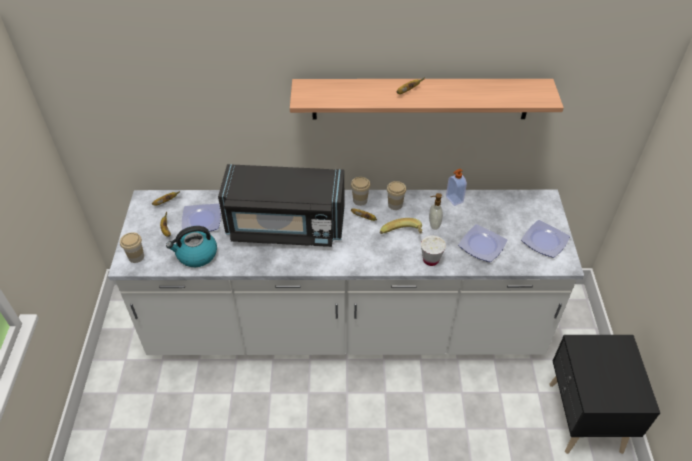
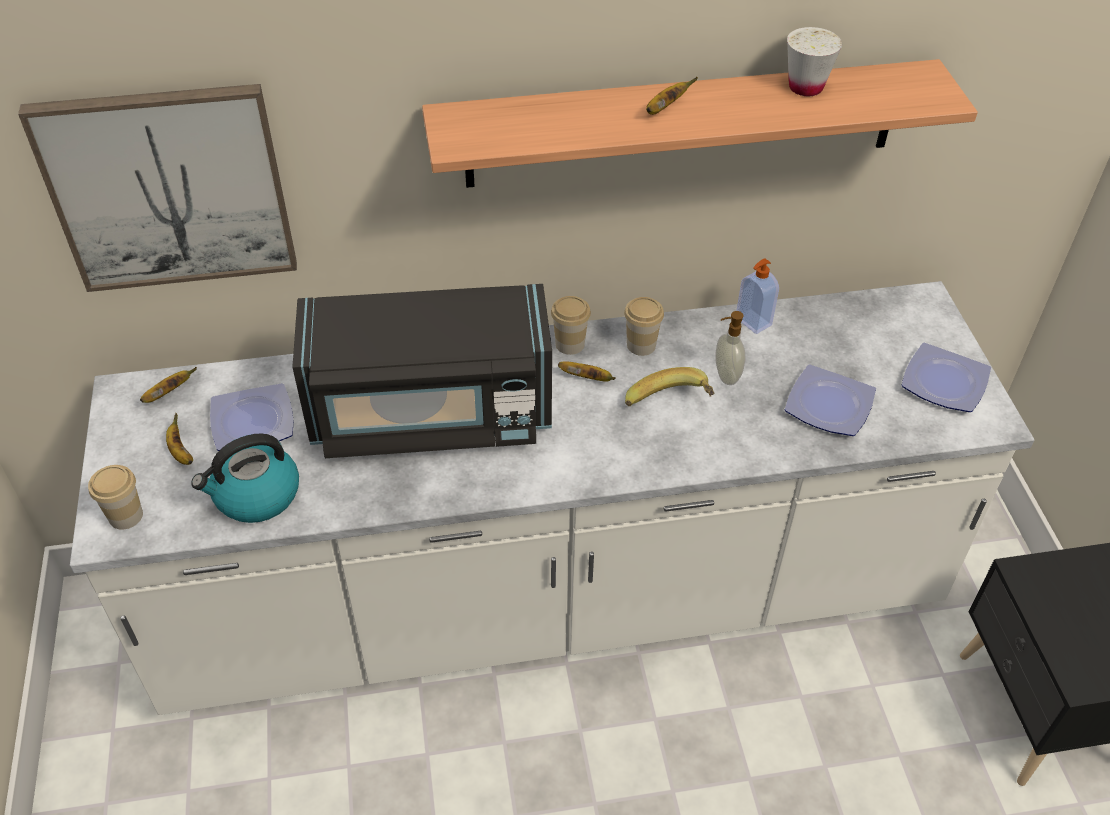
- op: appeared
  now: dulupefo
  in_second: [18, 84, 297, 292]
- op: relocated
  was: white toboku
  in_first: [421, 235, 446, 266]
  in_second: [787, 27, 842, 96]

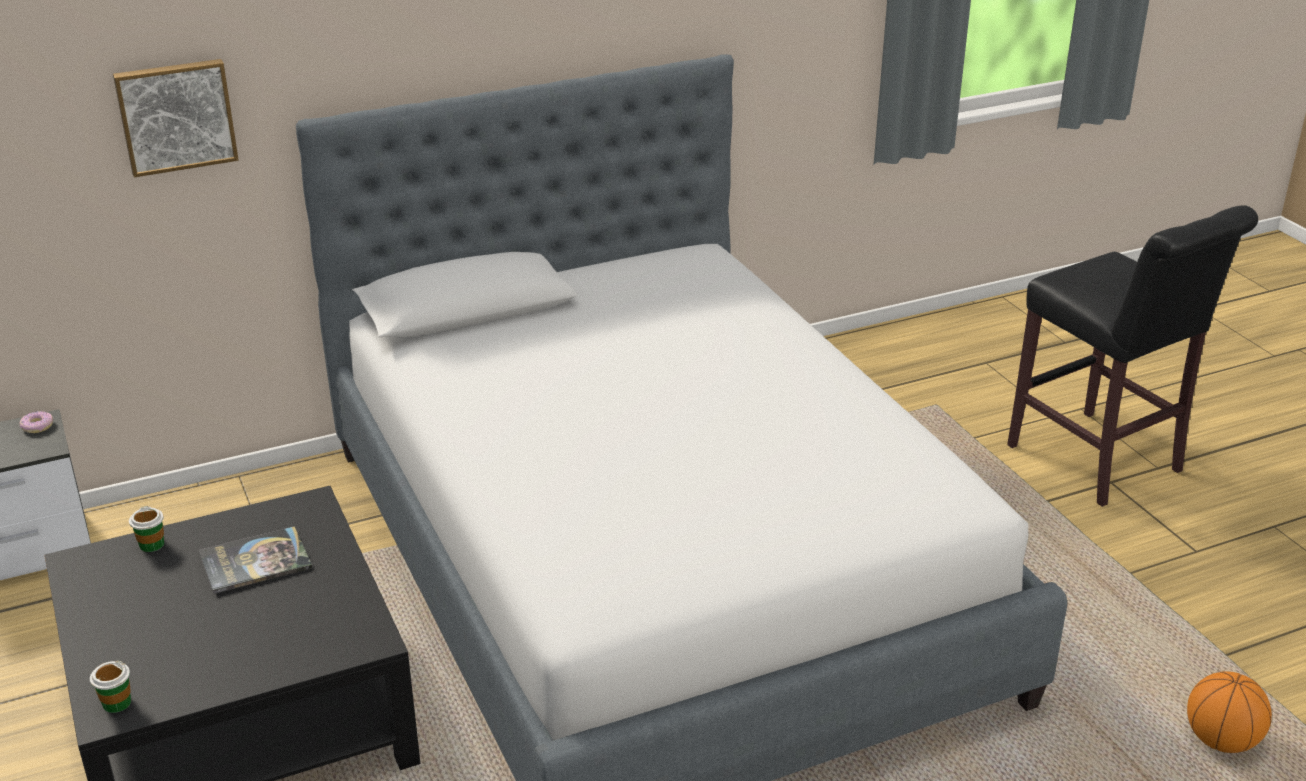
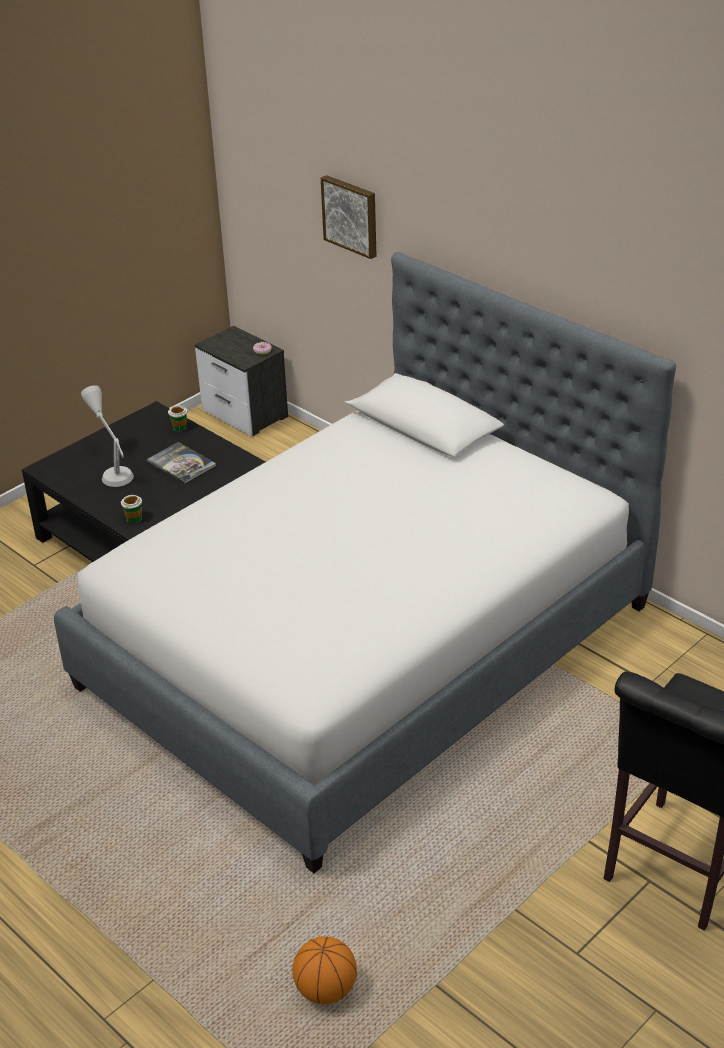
- op: appeared
  now: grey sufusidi
  in_second: [81, 385, 134, 487]
- op: relocated
  was: toboku
  in_first: [90, 661, 131, 713]
  in_second: [121, 495, 142, 523]

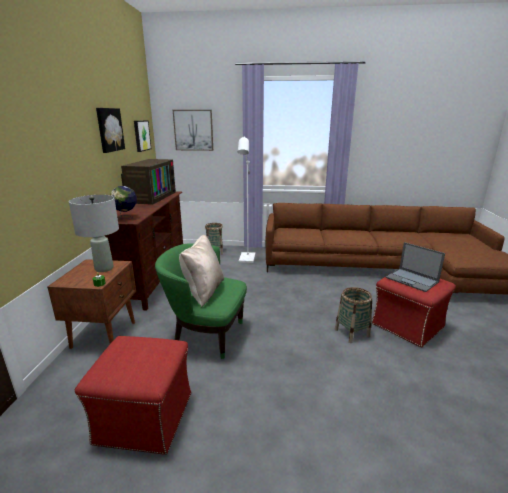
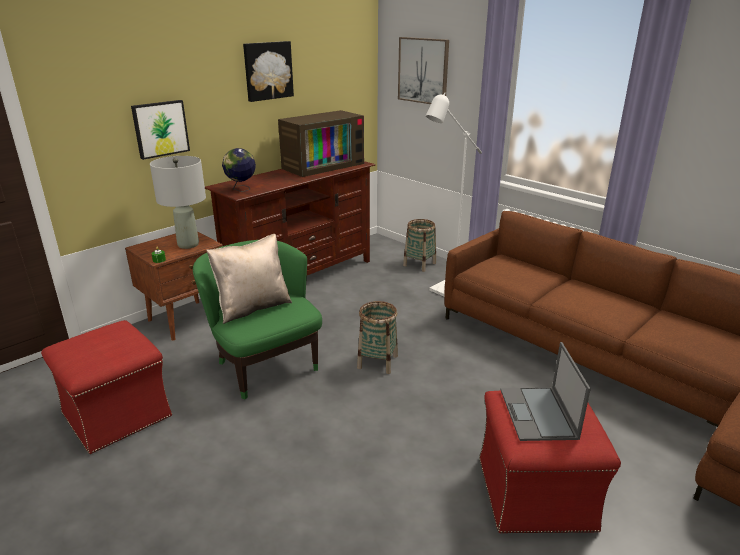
- op: relocated
  was: dulupefo
  in_first: [134, 120, 151, 152]
  in_second: [131, 100, 190, 160]
- op: relocated
  was: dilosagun
  in_first: [335, 287, 372, 343]
  in_second: [357, 301, 398, 374]

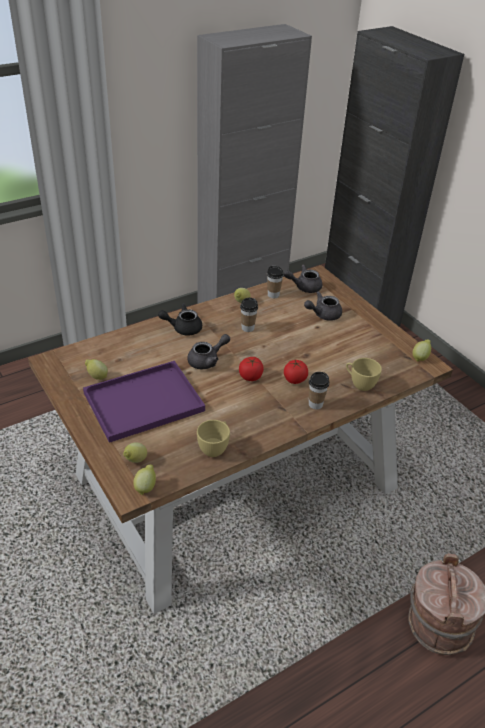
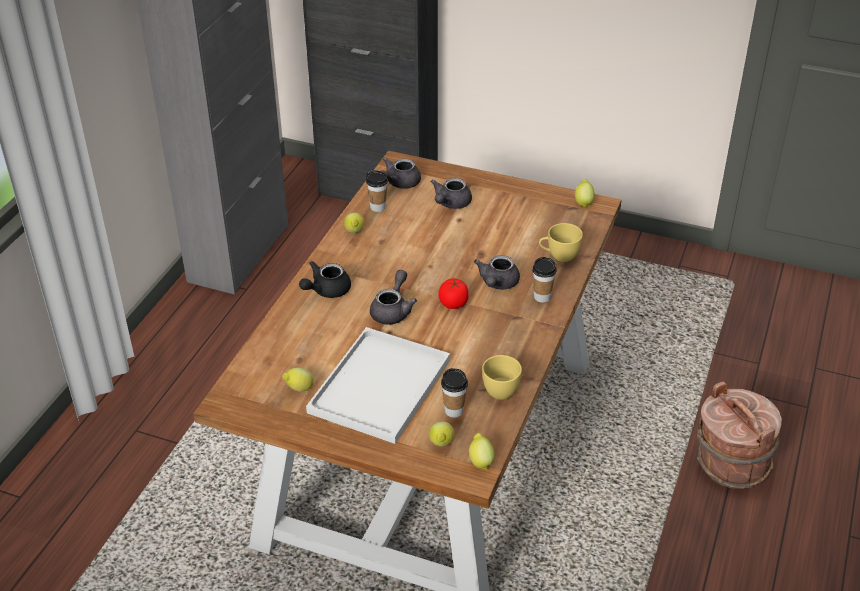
- op: colour
  was: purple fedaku
  now: white fedaku
  in_first: [83, 361, 205, 443]
  in_second: [306, 327, 450, 444]
- op: relocated
  was: toboku
  in_first: [240, 298, 258, 332]
  in_second: [441, 368, 468, 418]
- op: exchanged
  was: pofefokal
  now: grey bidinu
  in_first: [284, 360, 308, 384]
  in_second: [474, 255, 520, 290]

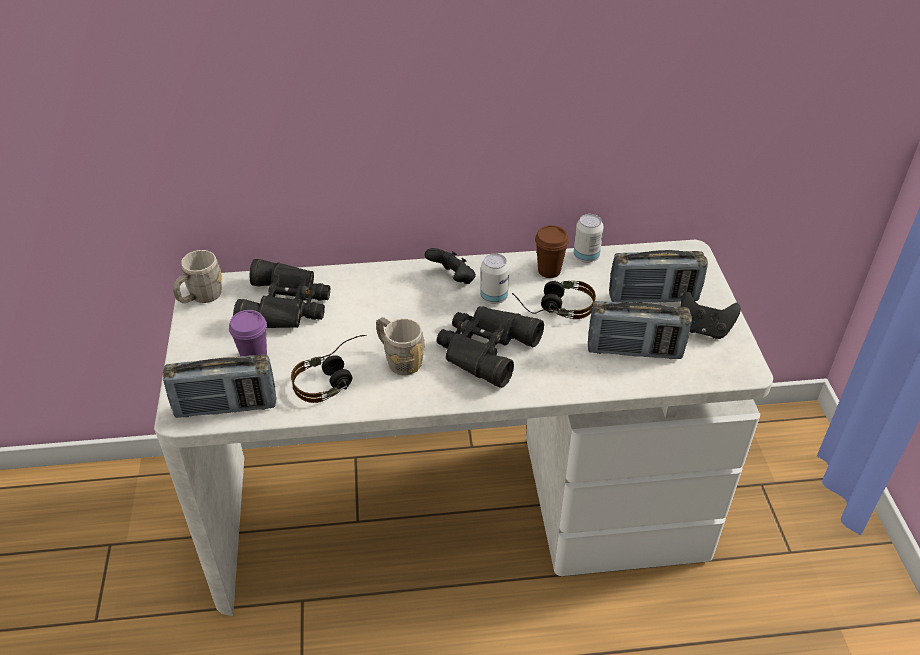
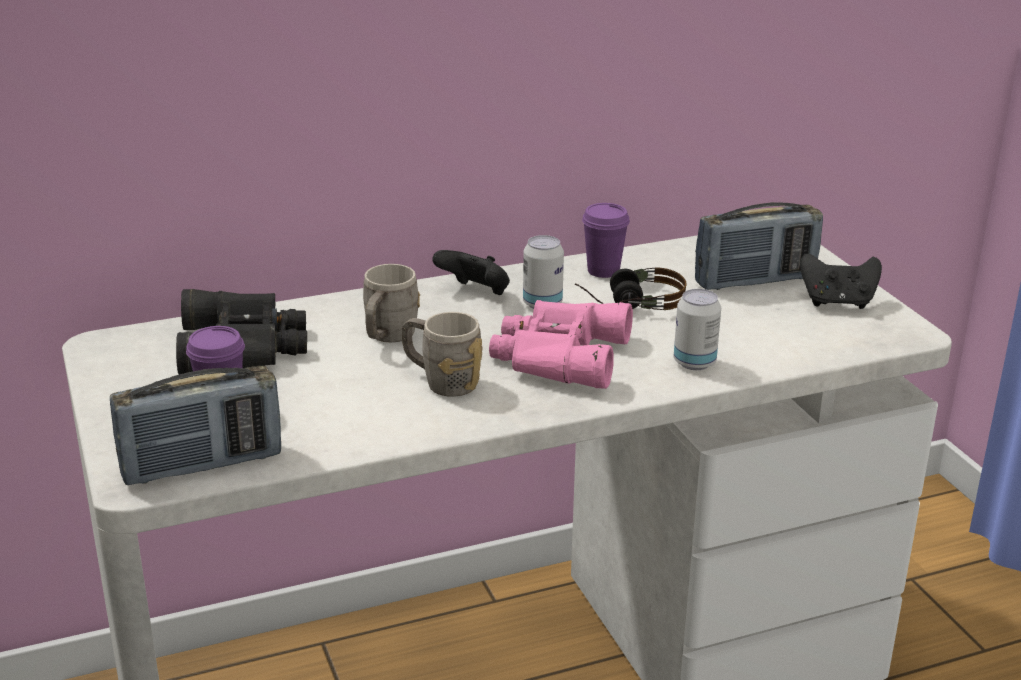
- op: relocated
  was: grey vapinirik
  in_first: [173, 250, 222, 303]
  in_second: [363, 264, 420, 342]
- op: colour
  was: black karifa
  now: pink karifa
  in_first: [437, 306, 544, 388]
  in_second: [489, 300, 633, 389]
- op: colour
  was: brown toboku
  now: purple toboku
  in_first: [535, 225, 569, 278]
  in_second: [582, 203, 630, 278]
- op: relocated
  was: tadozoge
  in_first: [574, 214, 604, 263]
  in_second: [674, 289, 721, 370]
- op: missing
  was: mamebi
  in_first: [291, 335, 367, 403]
- op: missing
  was: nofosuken
  in_first: [588, 301, 692, 359]

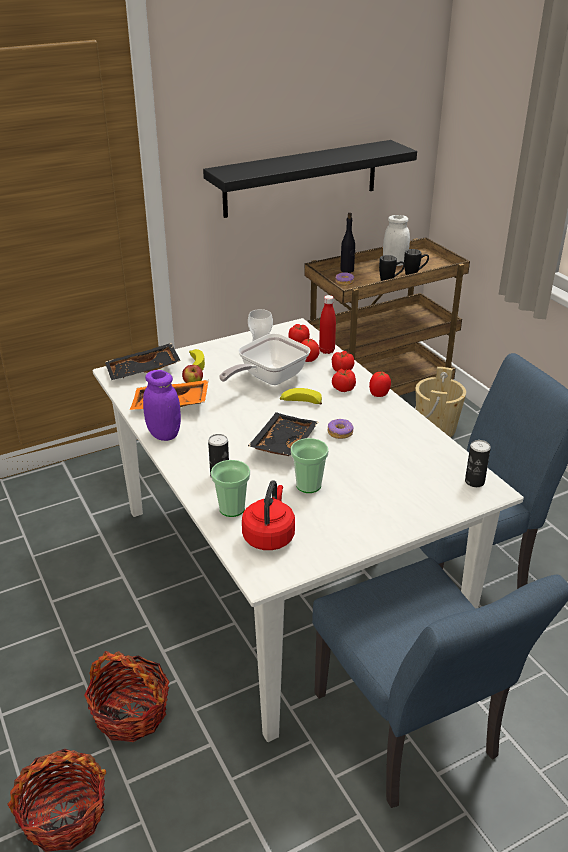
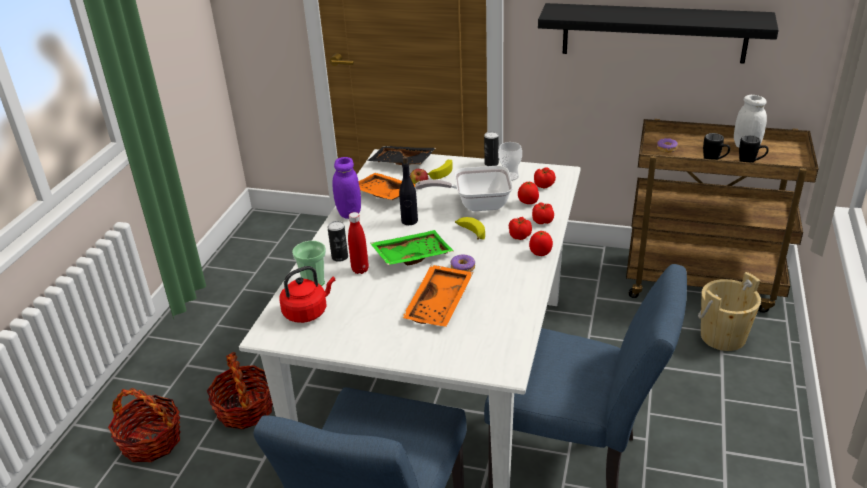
- op: relocated
  was: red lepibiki
  in_first: [319, 295, 336, 354]
  in_second: [348, 212, 369, 274]
- op: colour
  was: black fedaku
  now: green fedaku
  in_first: [248, 412, 318, 456]
  in_second: [370, 230, 454, 265]
- op: relocated
  was: black lepibiki
  in_first: [340, 213, 355, 273]
  in_second: [399, 156, 418, 225]
- op: appeared
  now: orange fedaku
  in_second: [402, 265, 474, 327]
- op: relocated
  was: tadozoge
  in_first: [465, 440, 491, 487]
  in_second: [484, 131, 499, 166]
- op: missing
  was: toboku
  in_first: [291, 438, 328, 493]

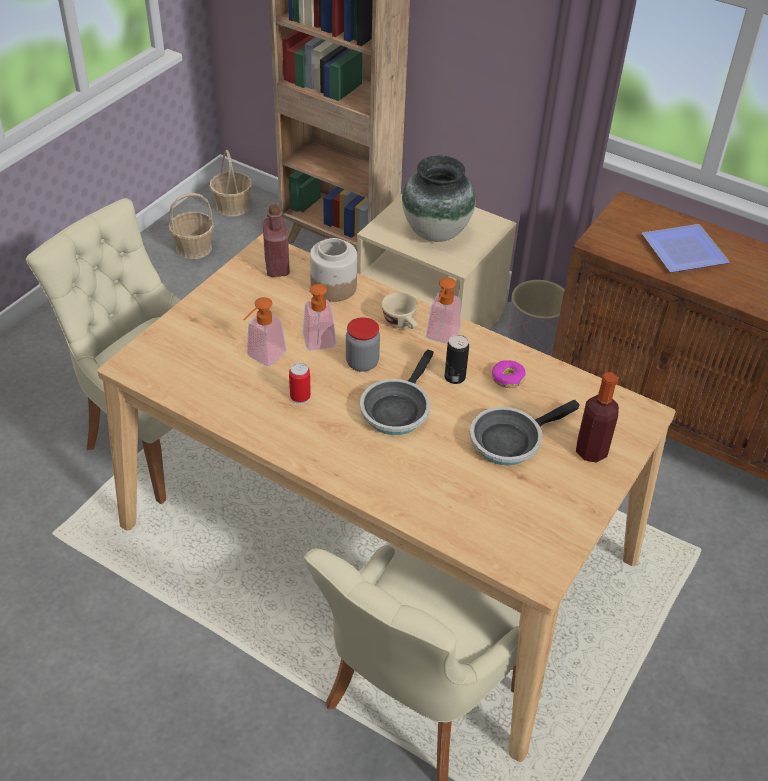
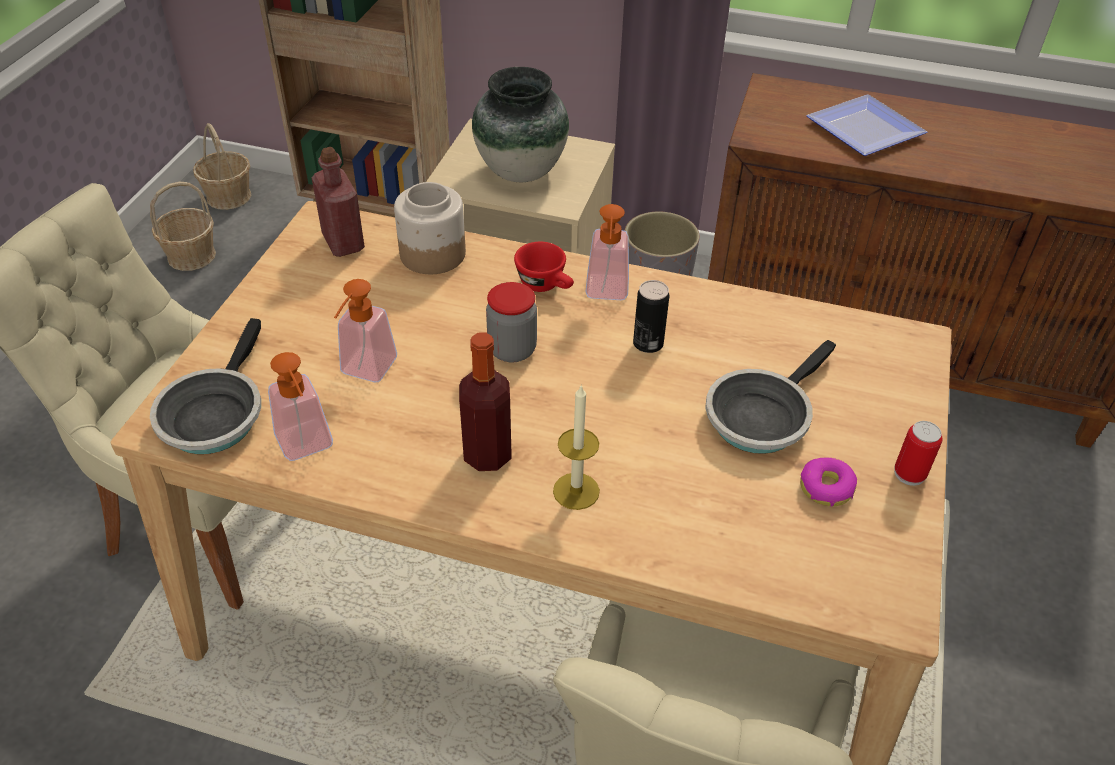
- op: relocated
  was: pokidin
  in_first: [360, 349, 433, 435]
  in_second: [150, 318, 261, 454]
- op: relocated
  was: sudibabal
  in_first: [303, 284, 336, 350]
  in_second: [268, 352, 333, 461]
- op: relocated
  was: lepibiki
  in_first: [576, 372, 619, 463]
  in_second: [459, 332, 512, 471]
- op: colour
  was: beige toboku
  now: red toboku
  in_first: [381, 292, 418, 329]
  in_second: [514, 242, 574, 292]
- op: appeared
  now: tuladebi
  in_second: [553, 384, 600, 510]
- op: relocated
  was: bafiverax
  in_first: [492, 360, 526, 388]
  in_second: [800, 457, 857, 507]
- op: relocated
  was: tadozoge
  in_first: [289, 363, 311, 404]
  in_second: [894, 421, 942, 486]

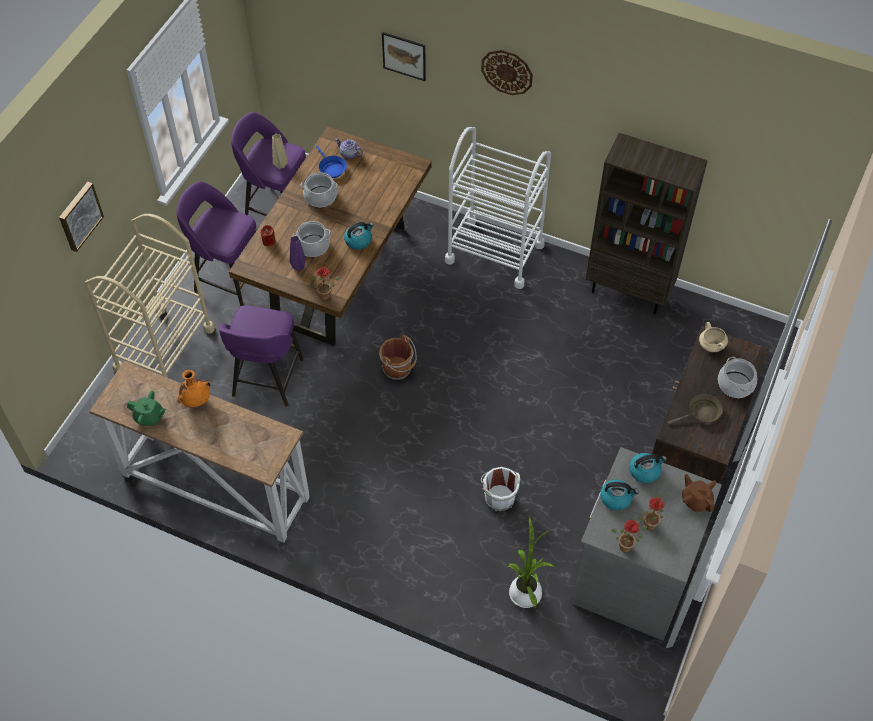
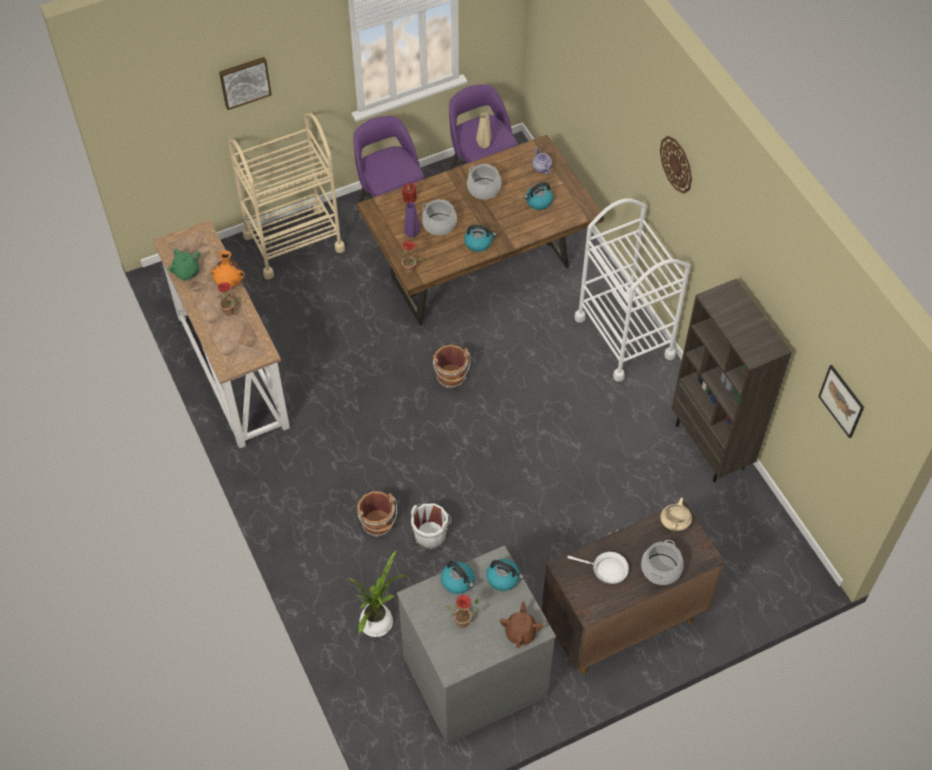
- op: relocated
  was: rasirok
  in_first: [612, 520, 647, 552]
  in_second: [218, 282, 242, 316]
- op: appeared
  now: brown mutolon
  in_second: [357, 491, 397, 537]
- op: appeared
  now: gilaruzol
  in_second: [524, 182, 553, 210]
- op: colour
  was: brown pokidin
  now: white pokidin
  in_first: [667, 394, 723, 424]
  in_second: [567, 552, 629, 584]
- op: relocated
  was: dulupefo
  in_first: [382, 32, 426, 81]
  in_second: [818, 365, 864, 438]
- op: missing
  was: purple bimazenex
  in_first: [219, 305, 304, 407]
- op: missing
  was: blue pokidin
  in_first: [316, 146, 347, 178]

